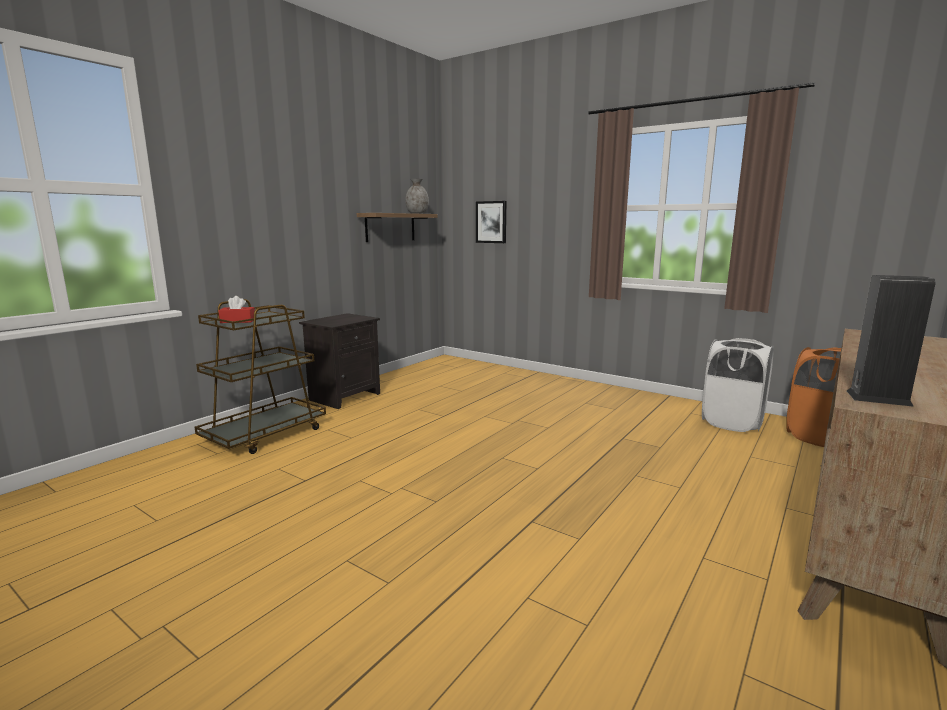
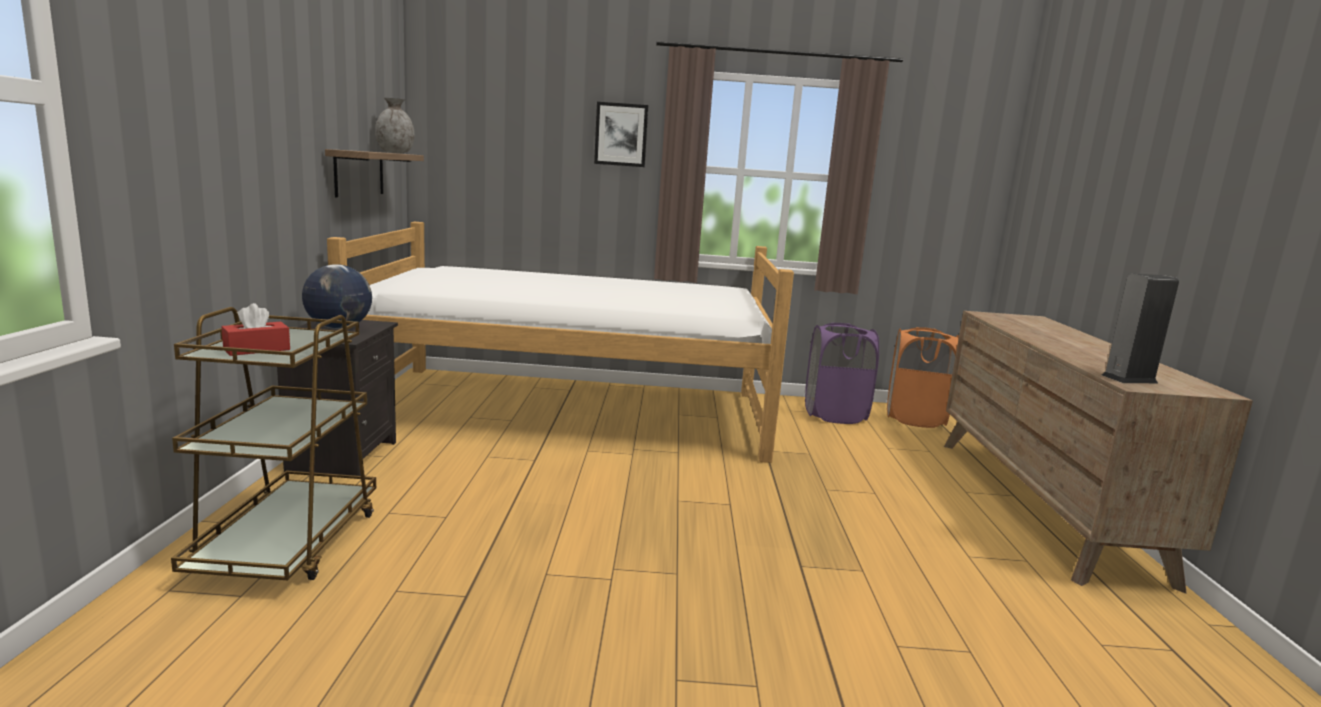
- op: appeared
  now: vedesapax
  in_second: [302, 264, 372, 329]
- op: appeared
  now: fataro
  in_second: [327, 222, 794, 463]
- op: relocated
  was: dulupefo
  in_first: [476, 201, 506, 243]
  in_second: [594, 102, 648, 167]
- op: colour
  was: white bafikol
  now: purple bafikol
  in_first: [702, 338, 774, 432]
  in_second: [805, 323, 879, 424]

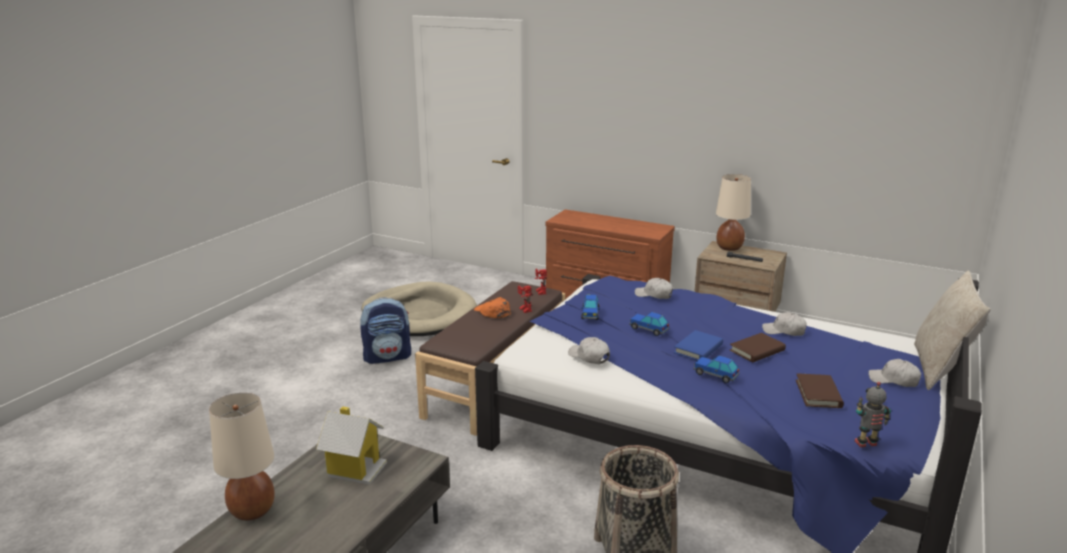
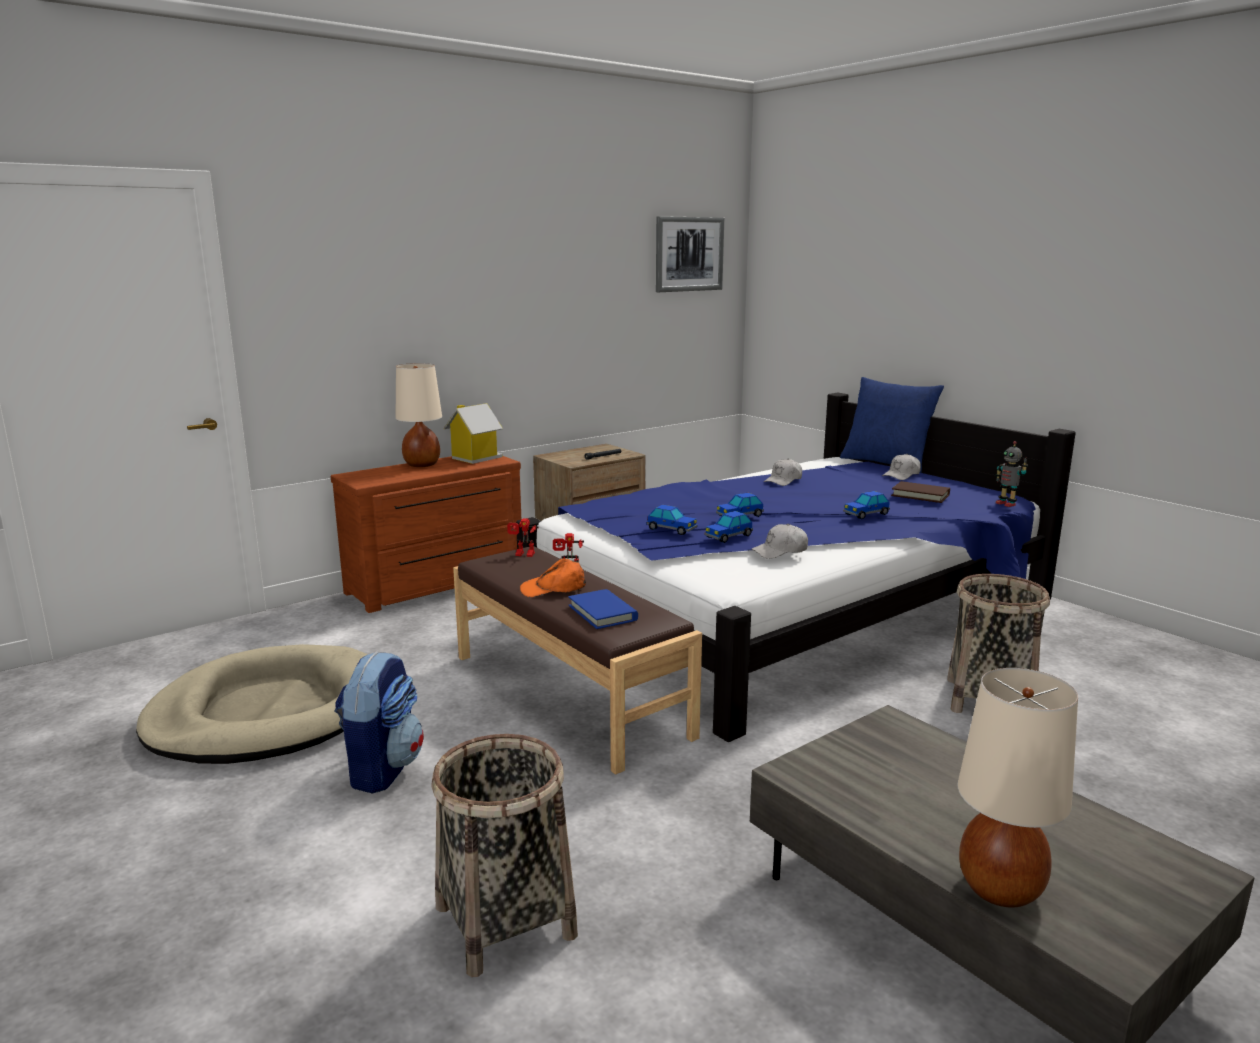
- op: relocated
  was: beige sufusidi
  in_first: [716, 174, 751, 251]
  in_second: [395, 363, 442, 467]
- op: appeared
  now: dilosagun
  in_second: [431, 734, 578, 977]
- op: relocated
  was: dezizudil
  in_first: [316, 406, 387, 485]
  in_second: [444, 403, 503, 464]
- op: relocated
  was: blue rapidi
  in_first: [674, 330, 723, 361]
  in_second: [568, 589, 638, 629]
- op: appeared
  now: dulupefo
  in_second: [656, 216, 724, 292]
- op: appeared
  now: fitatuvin
  in_second: [704, 511, 753, 543]
- op: colour
  was: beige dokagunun
  now: blue dokagunun
  in_first: [914, 271, 991, 390]
  in_second: [840, 377, 944, 473]
- op: spun
  was: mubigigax
  in_first: [855, 382, 891, 447]
  in_second: [995, 441, 1028, 507]
  clockwise: -45
- op: missing
  was: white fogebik
  in_first: [635, 278, 673, 299]
- op: missing
  was: brown rapidi
  in_first: [730, 333, 786, 362]

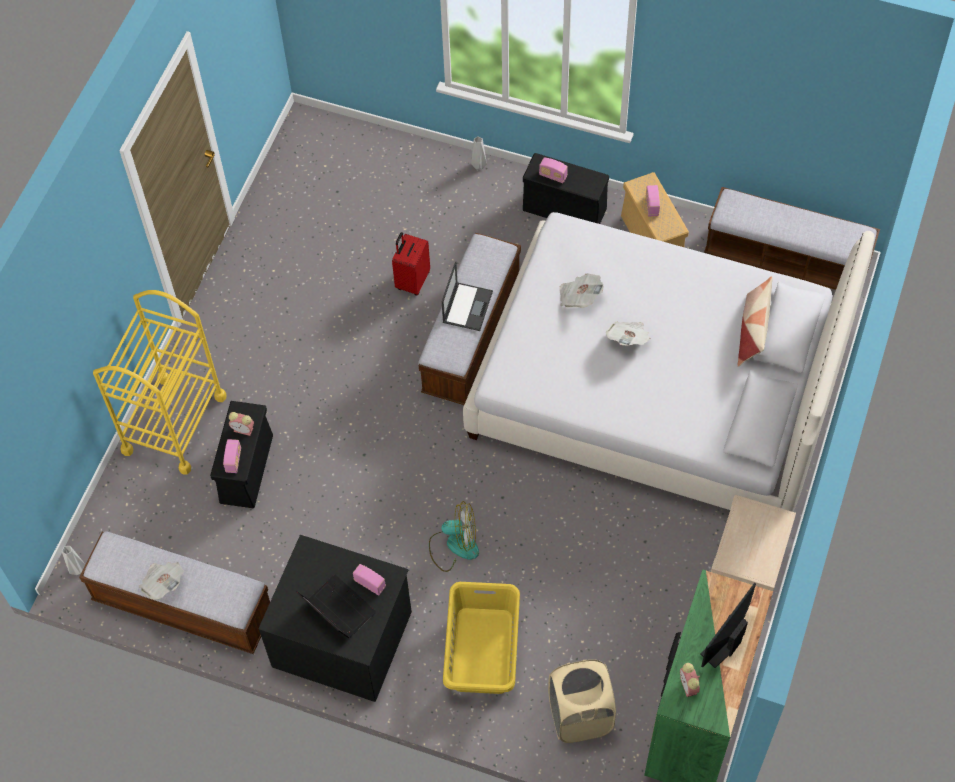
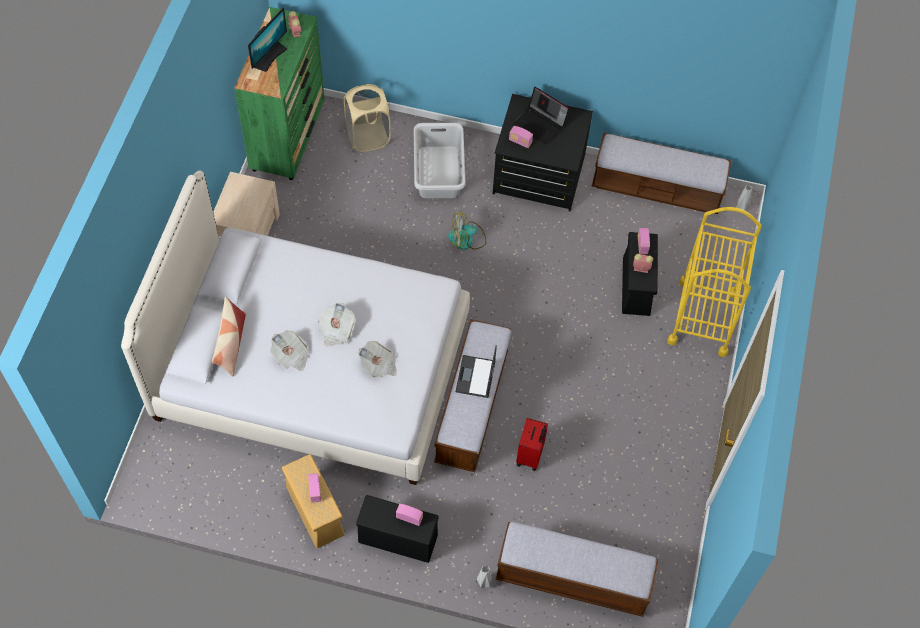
- op: relocated
  was: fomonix
  in_first: [139, 562, 184, 600]
  in_second: [270, 330, 310, 371]
- op: colour
  was: yellow bafikol
  now: grey bafikol
  in_first: [443, 582, 520, 694]
  in_second: [414, 123, 466, 198]
- op: relocated
  was: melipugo
  in_first: [704, 187, 880, 290]
  in_second: [496, 522, 658, 617]

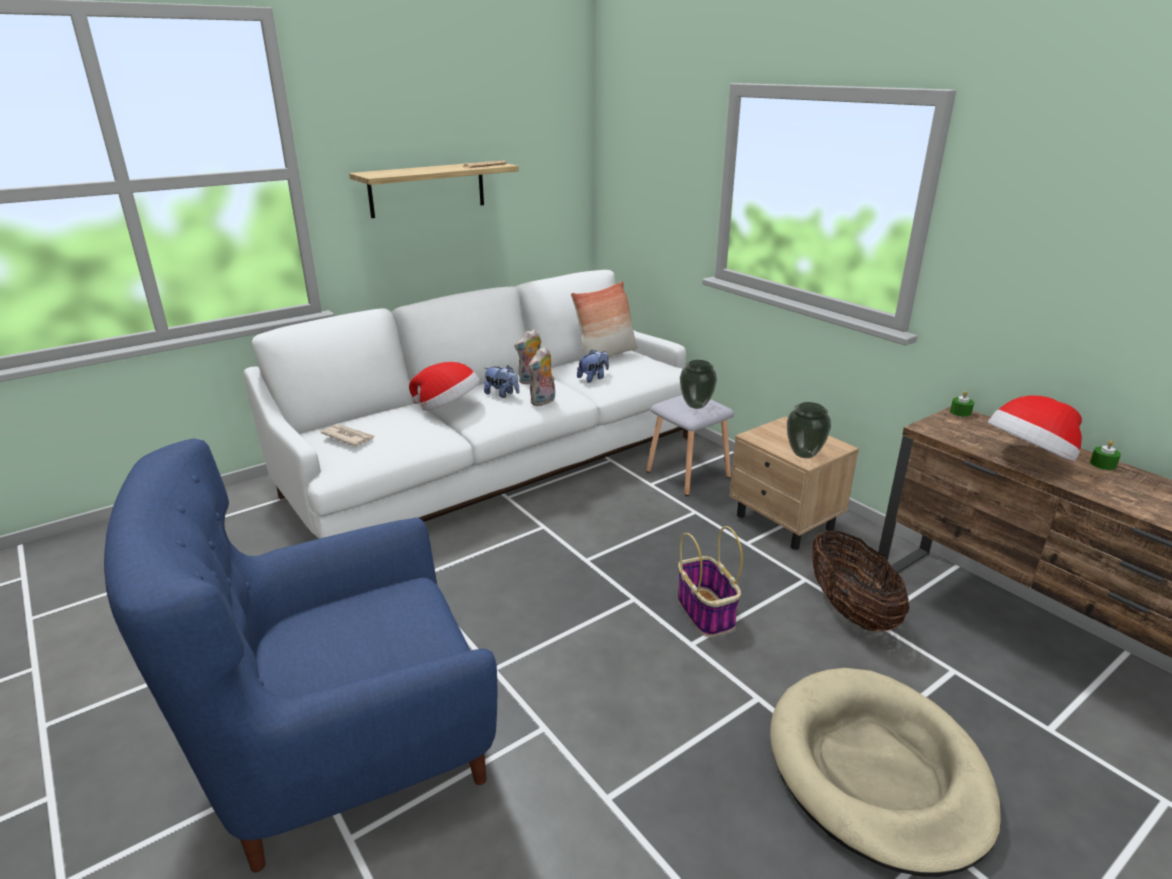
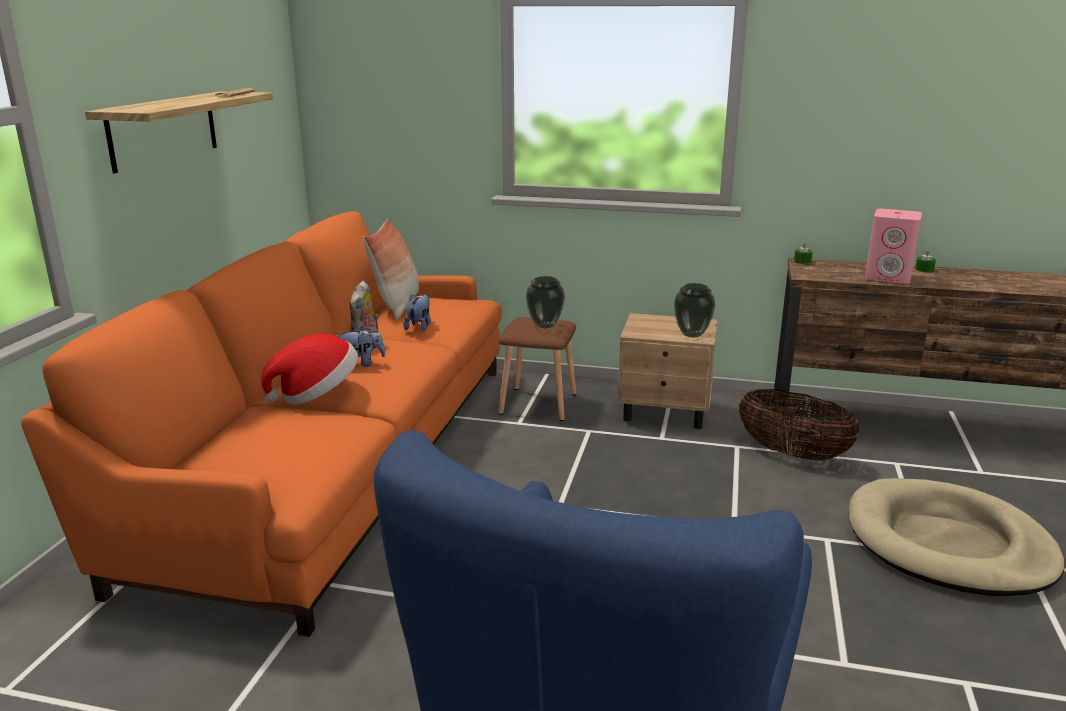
- op: colour
  was: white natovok
  now: orange natovok
  in_first: [244, 270, 688, 539]
  in_second: [21, 211, 502, 637]
- op: colour
  was: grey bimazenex
  now: brown bimazenex
  in_first: [646, 395, 734, 496]
  in_second: [498, 317, 577, 421]
- op: exchanged
  was: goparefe
  now: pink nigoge
  in_first: [988, 396, 1082, 462]
  in_second: [865, 209, 922, 284]
- op: missing
  was: fomonix
  in_first: [321, 424, 374, 446]
- op: missing
  was: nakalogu
  in_first: [529, 346, 555, 406]
- op: missing
  was: dilosagun
  in_first: [678, 526, 743, 637]

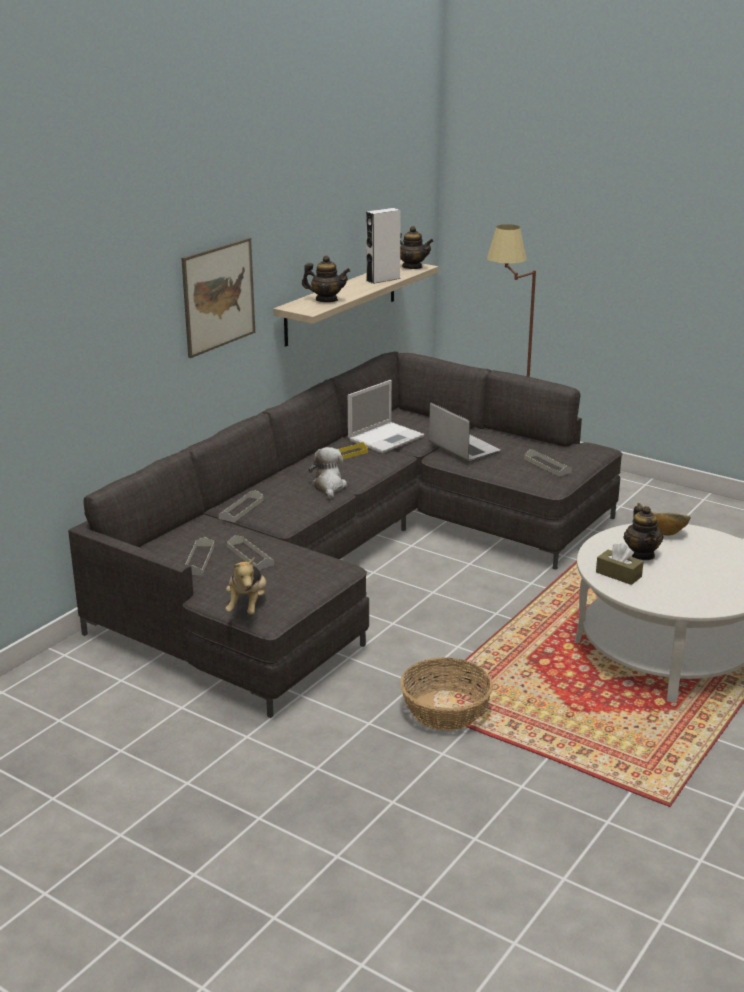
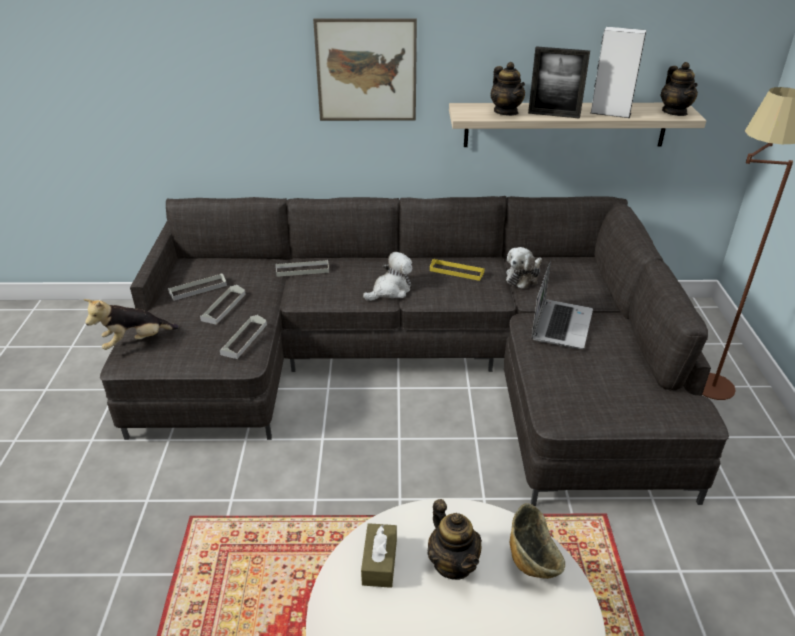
- op: relocated
  was: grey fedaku
  in_first: [524, 449, 572, 477]
  in_second: [220, 315, 267, 359]
- op: spun
  was: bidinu
  in_first: [624, 506, 664, 560]
  in_second: [427, 499, 482, 580]
  clockwise: -75
- op: exchanged
  was: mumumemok
  now: nakalogu
  in_first: [348, 380, 424, 453]
  in_second: [506, 247, 542, 289]
- op: appeared
  now: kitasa
  in_second: [528, 46, 590, 119]
- op: missing
  was: dilosagun
  in_first: [400, 658, 493, 731]

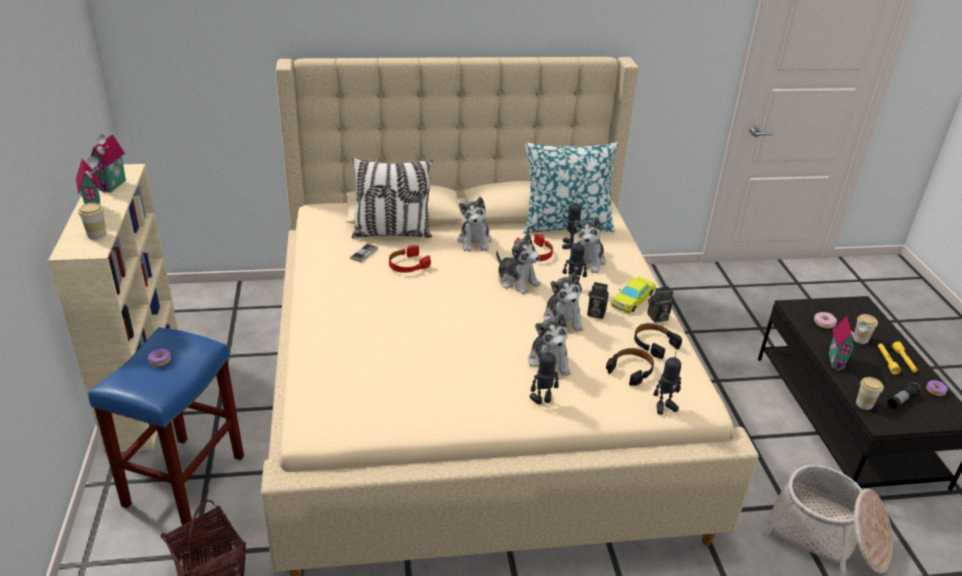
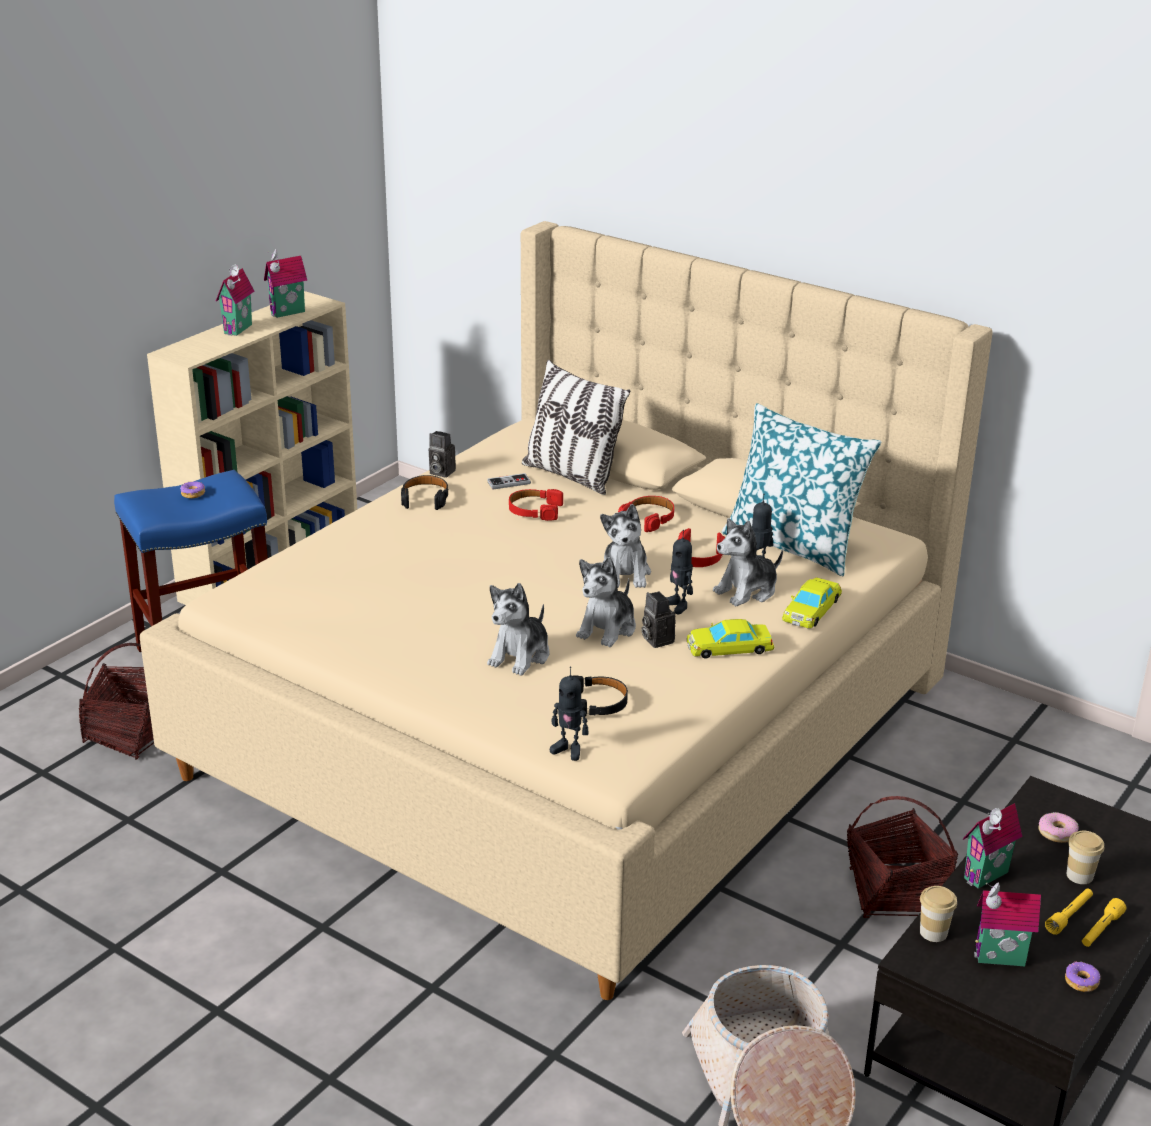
- op: relocated
  was: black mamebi
  in_first: [634, 323, 682, 359]
  in_second: [401, 475, 448, 510]
- op: relocated
  was: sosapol
  in_first: [647, 286, 673, 323]
  in_second: [429, 431, 456, 478]
- op: exchanged
  was: nakalogu
  now: red mamebi
  in_first: [458, 197, 492, 252]
  in_second: [618, 496, 674, 532]
- op: appeared
  now: yellow fitatuvin
  in_second: [782, 577, 842, 629]
- op: appeared
  now: dilosagun
  in_second: [847, 796, 958, 918]
- op: exchanged
  was: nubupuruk
  now: dezizudil
  in_first: [888, 382, 921, 408]
  in_second: [974, 882, 1041, 966]
- op: missing
  was: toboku
  in_first: [78, 203, 106, 239]
- op: missing
  was: mubigigax
  in_first: [530, 346, 559, 404]

